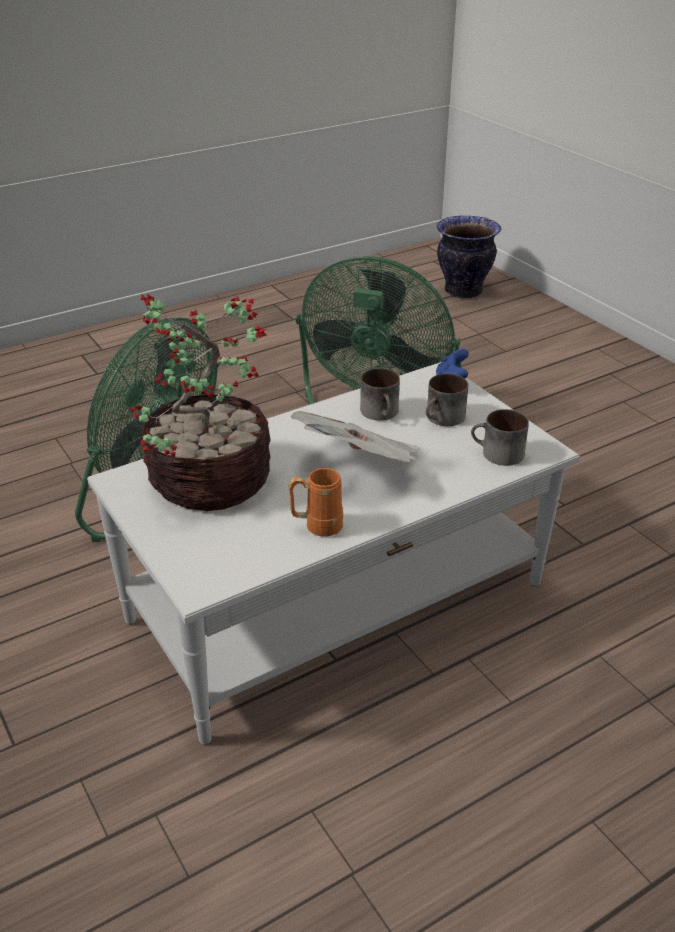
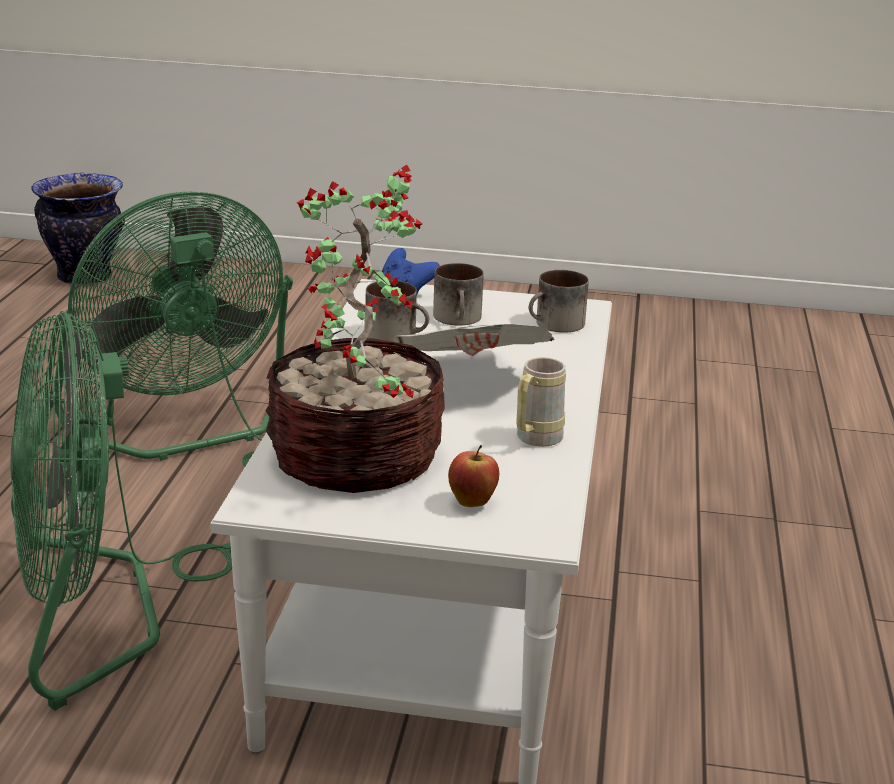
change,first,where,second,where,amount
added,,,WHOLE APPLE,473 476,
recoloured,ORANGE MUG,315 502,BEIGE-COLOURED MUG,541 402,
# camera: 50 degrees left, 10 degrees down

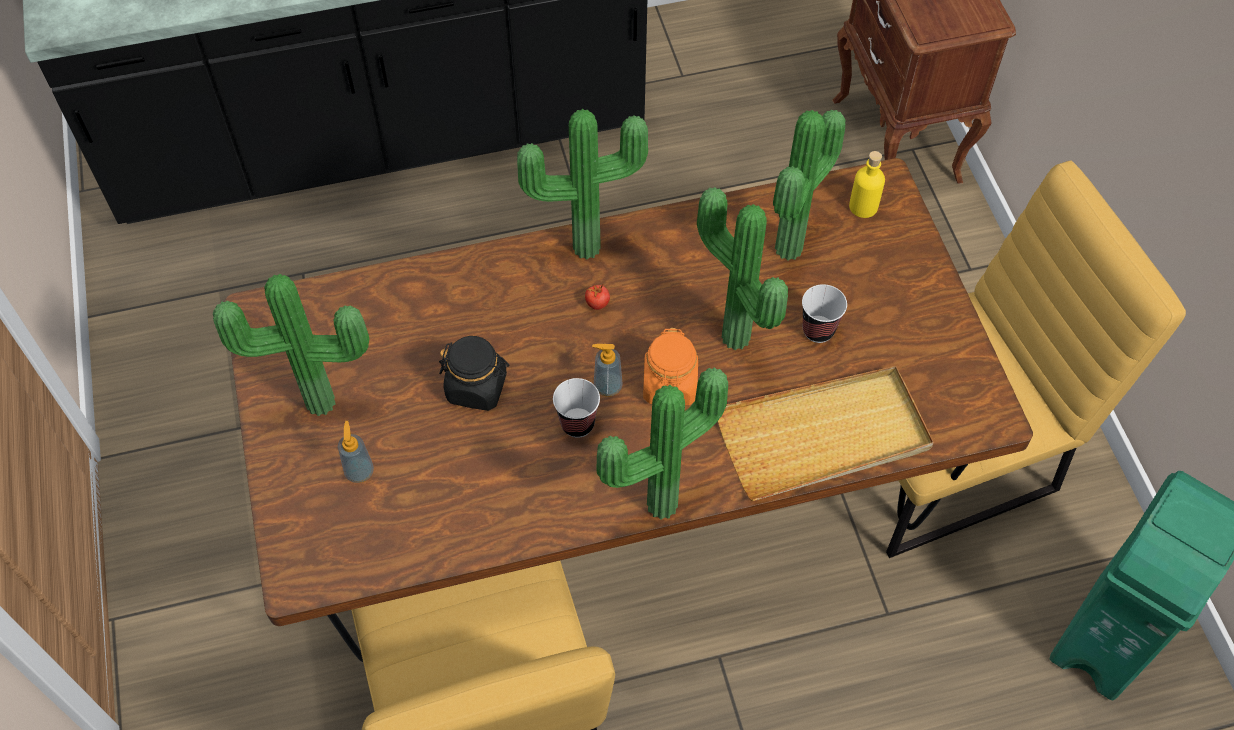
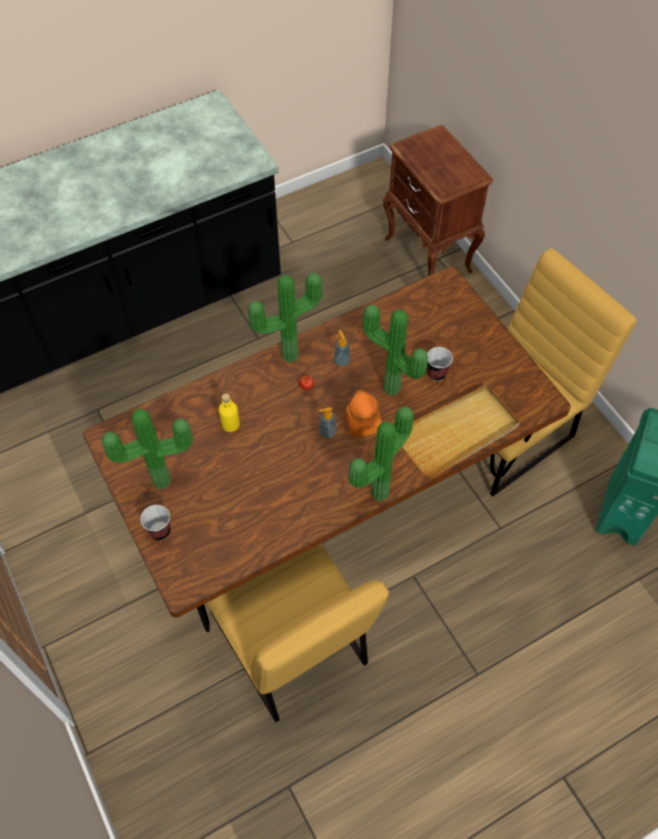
change,first,where,second,where,amount
moved,SMALL CUP,576 408,,156 522,
moved,YELLOWISH BEVERAGE BOTTLE,867 184,,229 412,
moved,LIQUID SOAP BOTTLE,356 452,,342 348,
removed,BLACK STORAGE JAR,474 373,,,
removed,PLANT IN A POT,809 185,,,
# camera: 15 degrees left, 0 degrees up

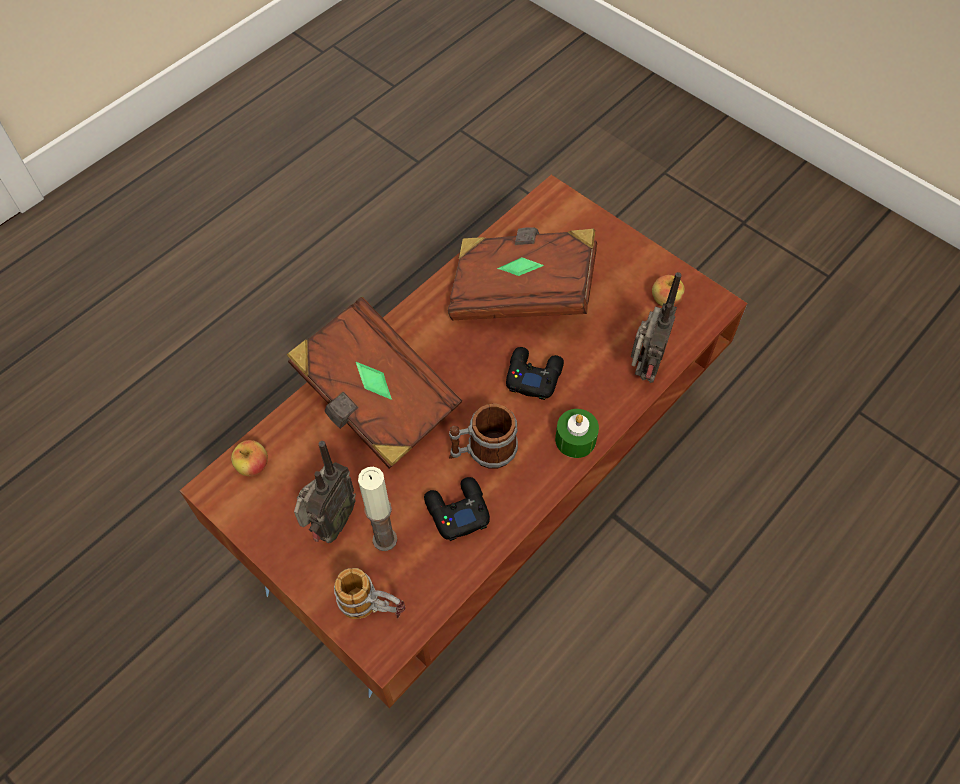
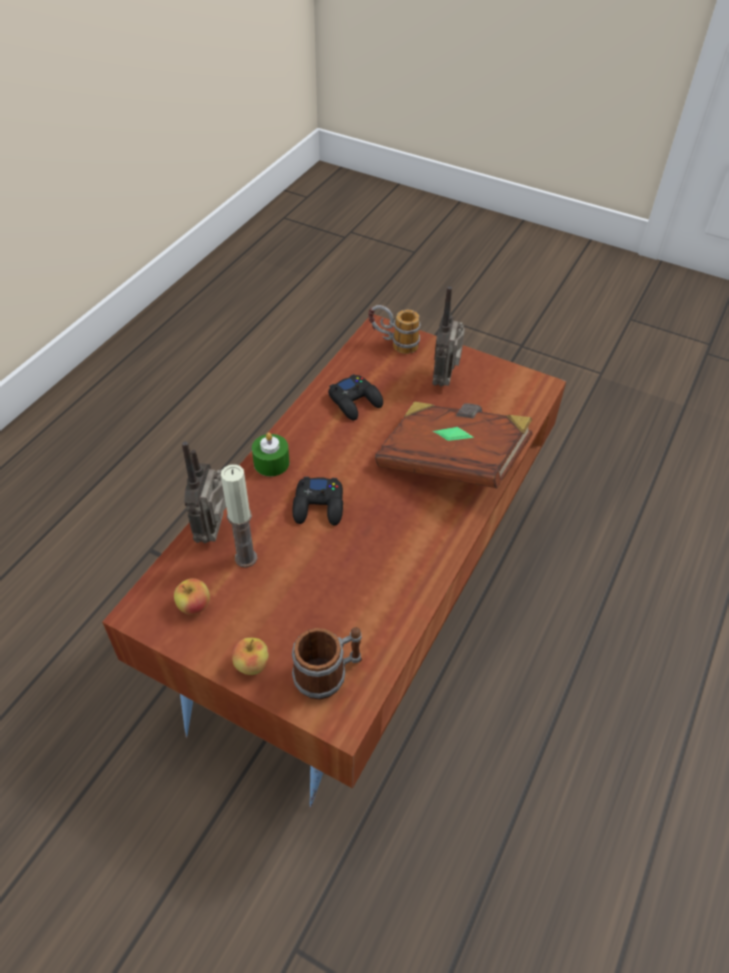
change,first,where,second,where,amount
moved,WAX LIGHT,377 509,,239 515,
moved,WHOLE APPLE,249 458,,250 656,
moved,MUG,483 436,,327 663,
removed,BROWNISH BOOK,522 273,,,
# camera: 165 degrees right, 10 degrees down

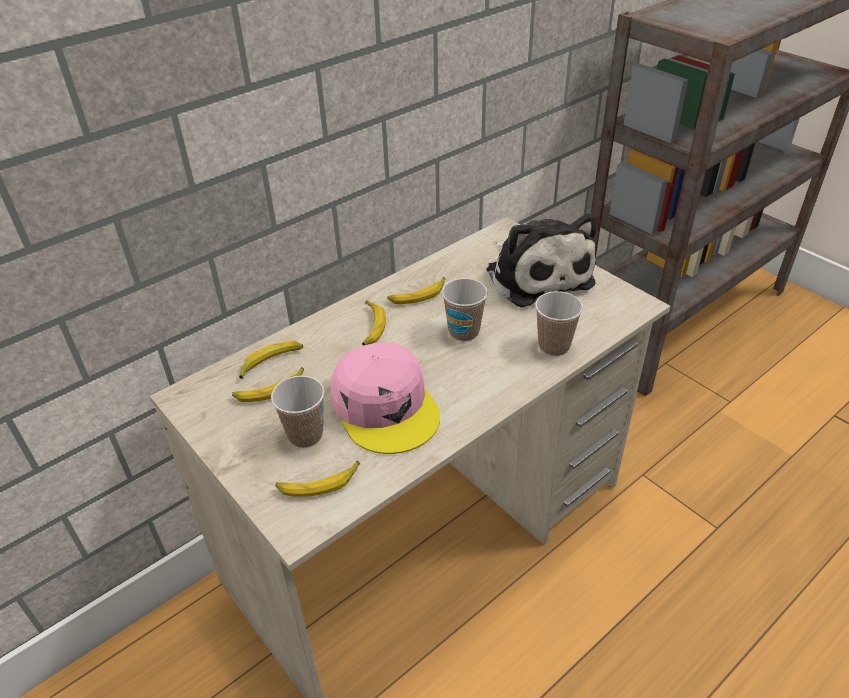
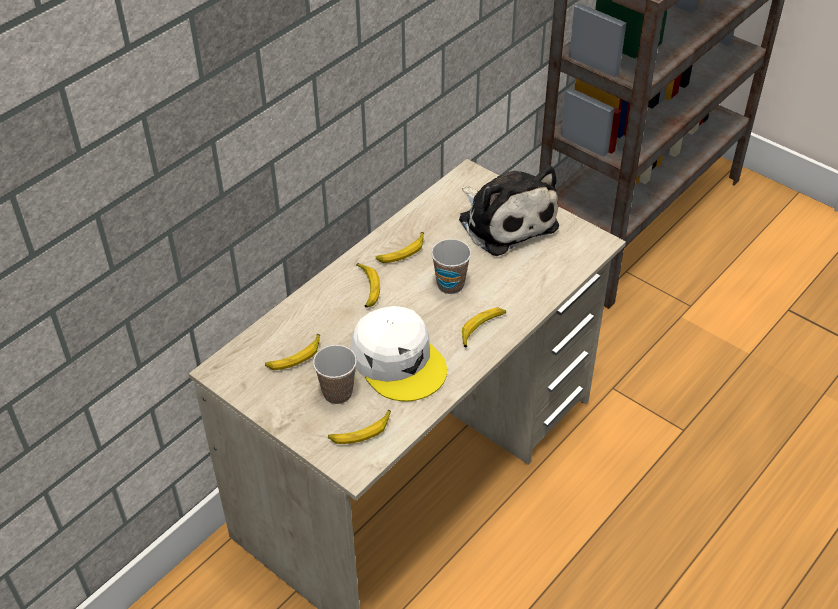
change,first,where,second,where,amount
recoloured,PINKISH PEAKED CAP,385 398,WHITE-COLOURED PEAKED CAP,398 354,
moved,WHOLE BANANA,271 360,,484 327,
removed,SMALL CUP,559 323,,,
# camera: 10 degrees left, 5 degrees up

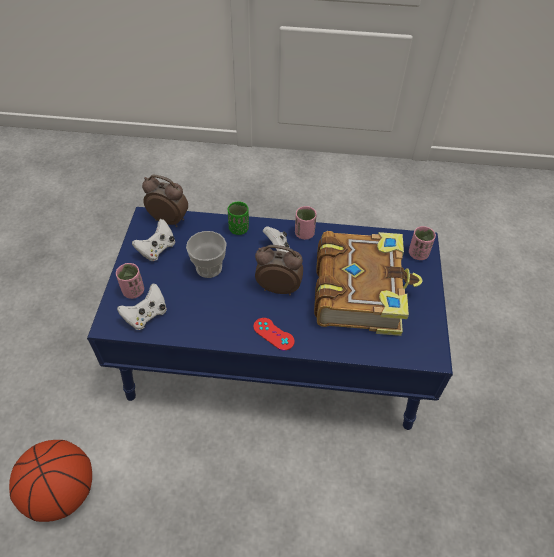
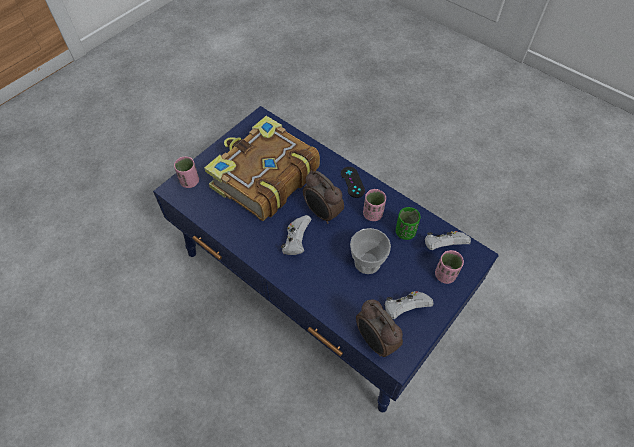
change,first,where,second,where,amount
recoloured,REDDISH GAMEPAD,274 334,BLACK GAMEPAD,353 182,
moved,PINKISH SMALL CUP,306 223,,374 205,
moved,GREEN-COLOURED SMALL CUP,238 218,,408 223,
removed,BASKETBALL,50 481,,,
# camera: 145 degrees left, 5 degrees up

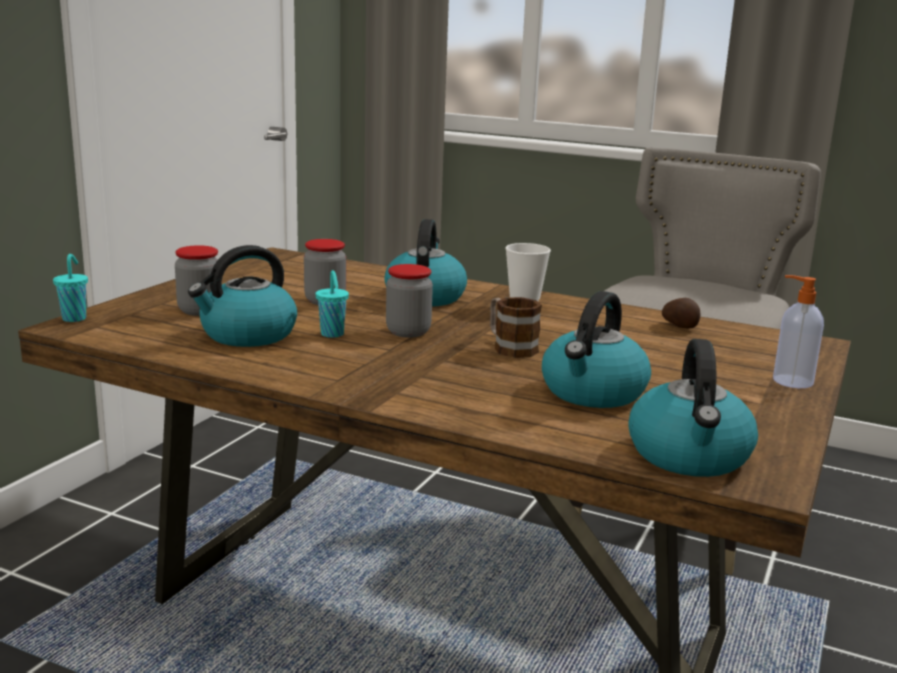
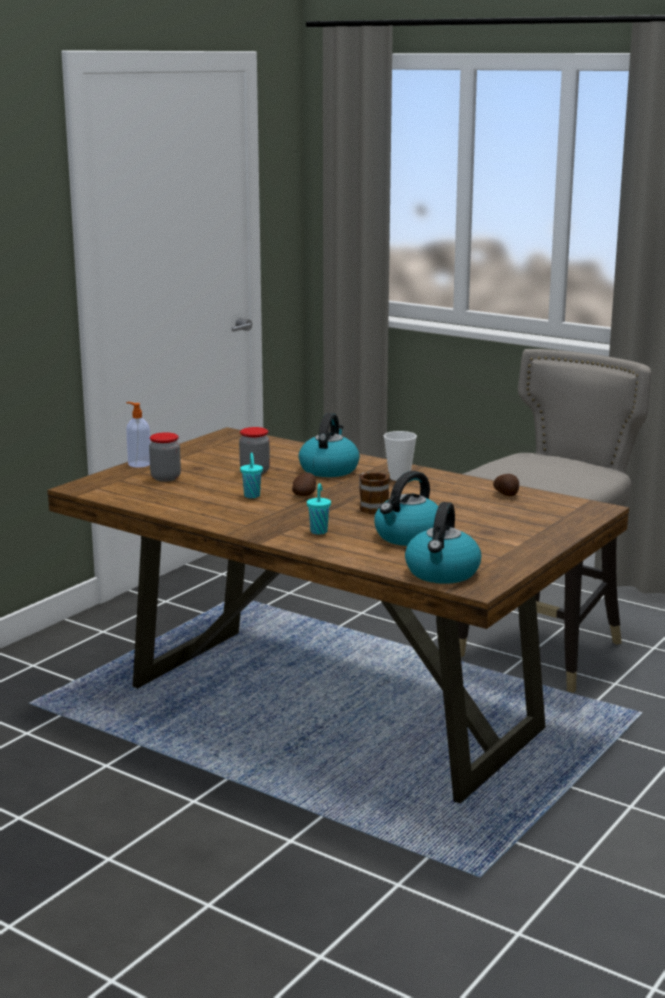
change,first,where,second,where,amount
moved,LIQUID SOAP BOTTLE,798 331,,138 435,
replaced,STORAGE JAR,409 301,POTATO,304 484,
moved,BLUE-GREEN SMALL CUP,70 288,,319 509,
removed,WATER KETTLE,242 296,,,
# camera: 10 degrees right, 0 degrees up

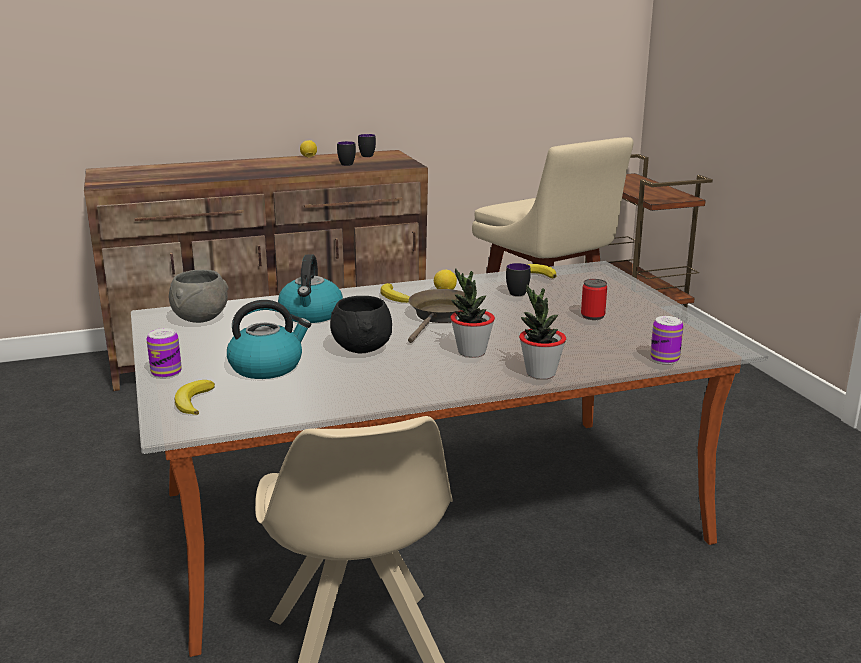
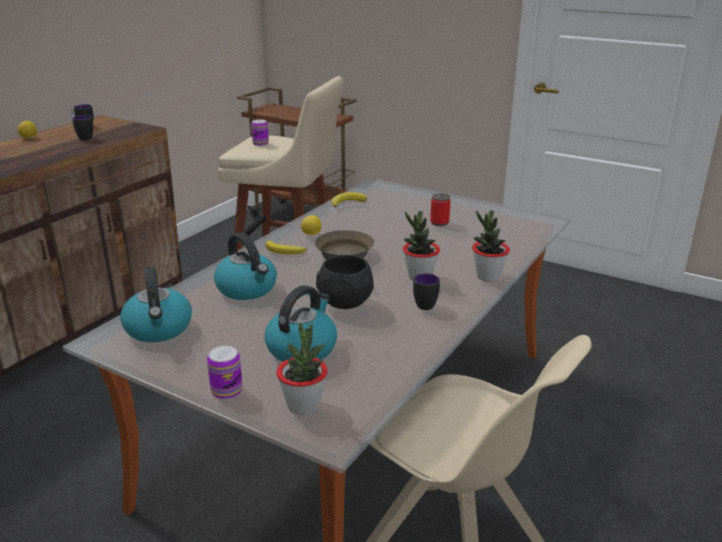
change,first,where,second,where,amount
replaced,GREYISH BOWL,199 296,WATER KETTLE,156 304,
moved,SEALED CAN,666 340,,260 132,
replaced,WHOLE BANANA,195 397,PLANT IN A POT,302 369,
moved,MUG,518 279,,426 291,
# camera: 40 degrees left, 5 degrees up

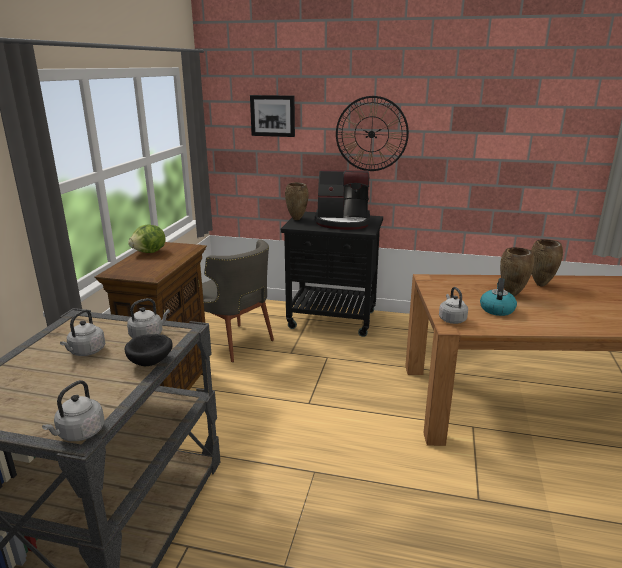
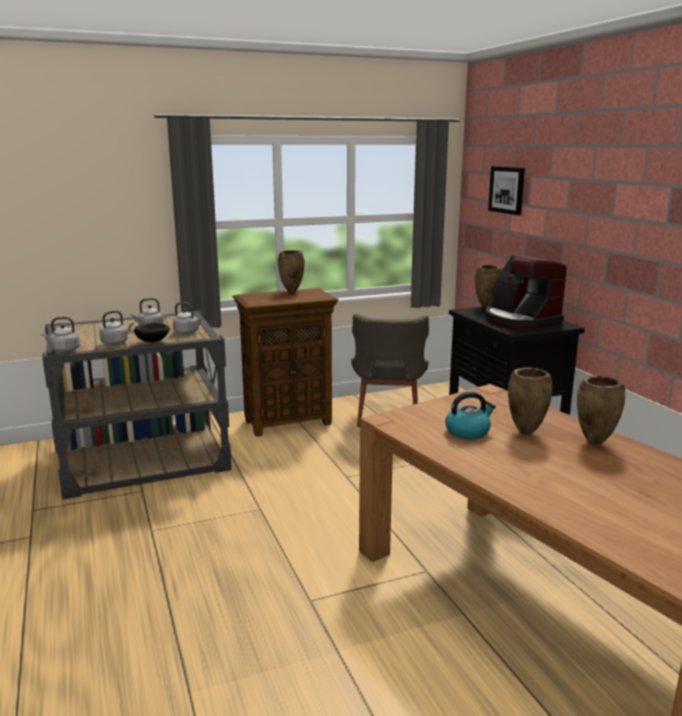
change,first,where,second,where,amount
moved,GREYISH WATER KETTLE,453 305,,116 328,
replaced,LETTUCE HEAD,147 239,BROWNISH DECORATIVE VASE,291 271,
removed,CLOCK ON THE WALL,372 133,,,
# camera: 55 degrees right, 5 degrees down

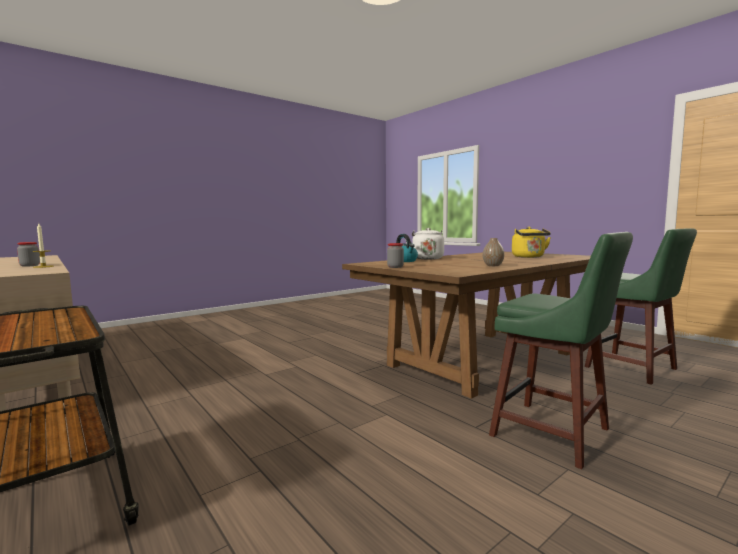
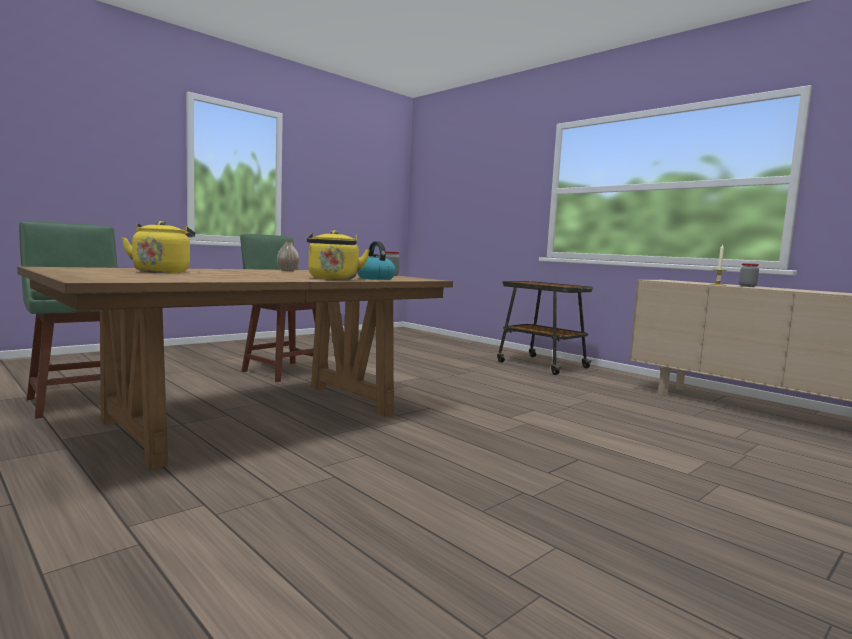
change,first,where,second,where,amount
recoloured,WHITE-COLOURED WATER KETTLE,424 243,YELLOWISH WATER KETTLE,338 255,
# camera: 175 degrees right, 0 degrees up

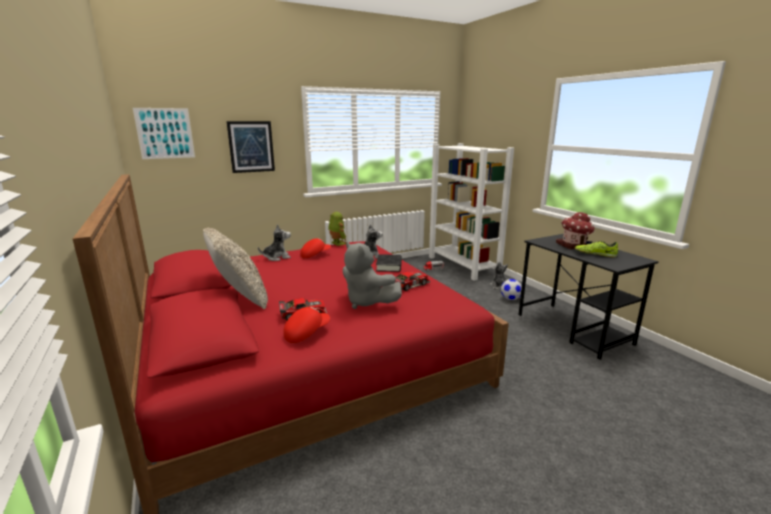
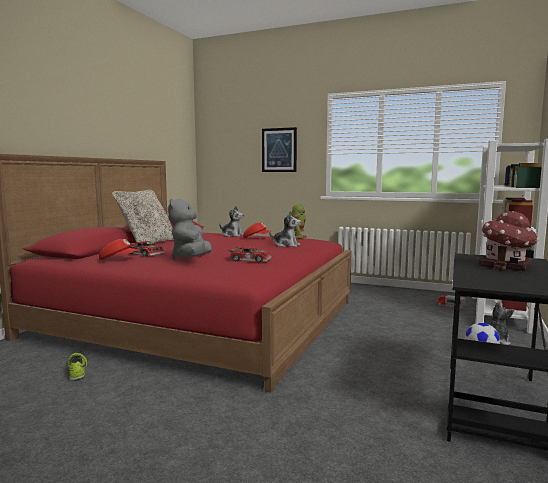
change,first,where,second,where,amount
moved,SHOE,596 249,,77 367,
removed,PICTURE,164 133,,,
removed,BLACK BOOK,389 263,,,
# camera: 50 degrees right, 10 degrees down

